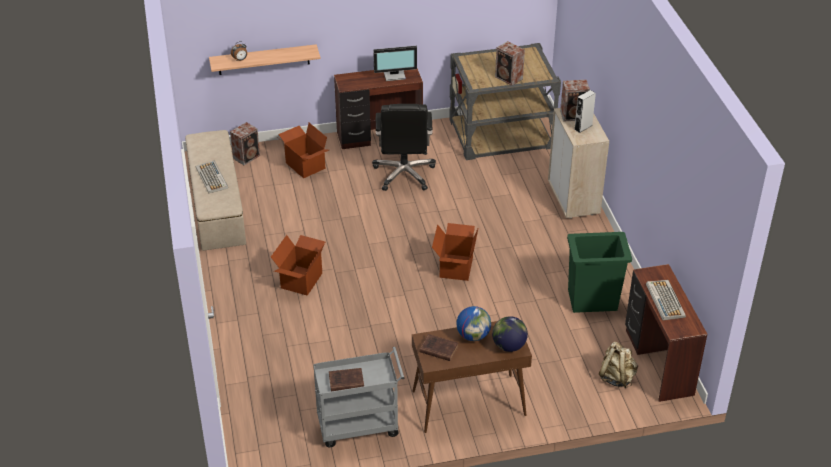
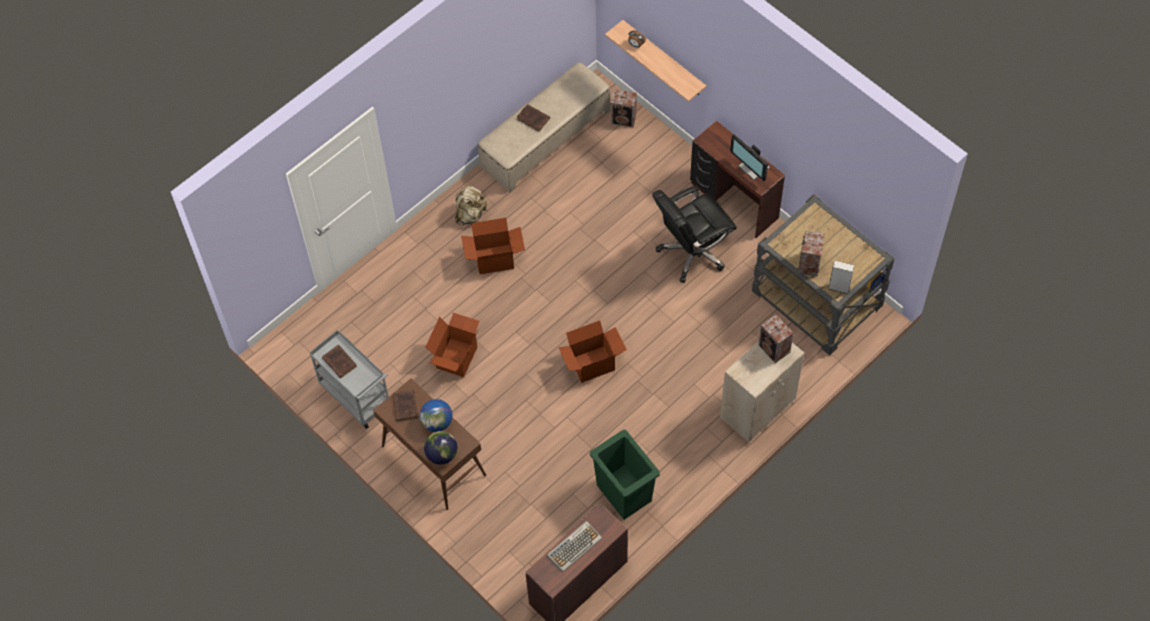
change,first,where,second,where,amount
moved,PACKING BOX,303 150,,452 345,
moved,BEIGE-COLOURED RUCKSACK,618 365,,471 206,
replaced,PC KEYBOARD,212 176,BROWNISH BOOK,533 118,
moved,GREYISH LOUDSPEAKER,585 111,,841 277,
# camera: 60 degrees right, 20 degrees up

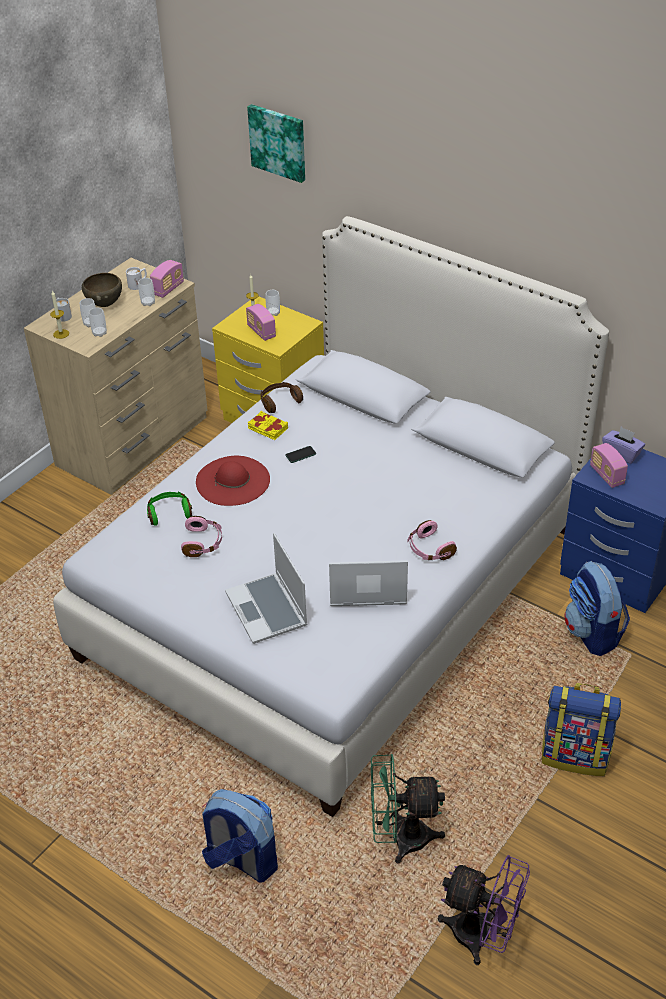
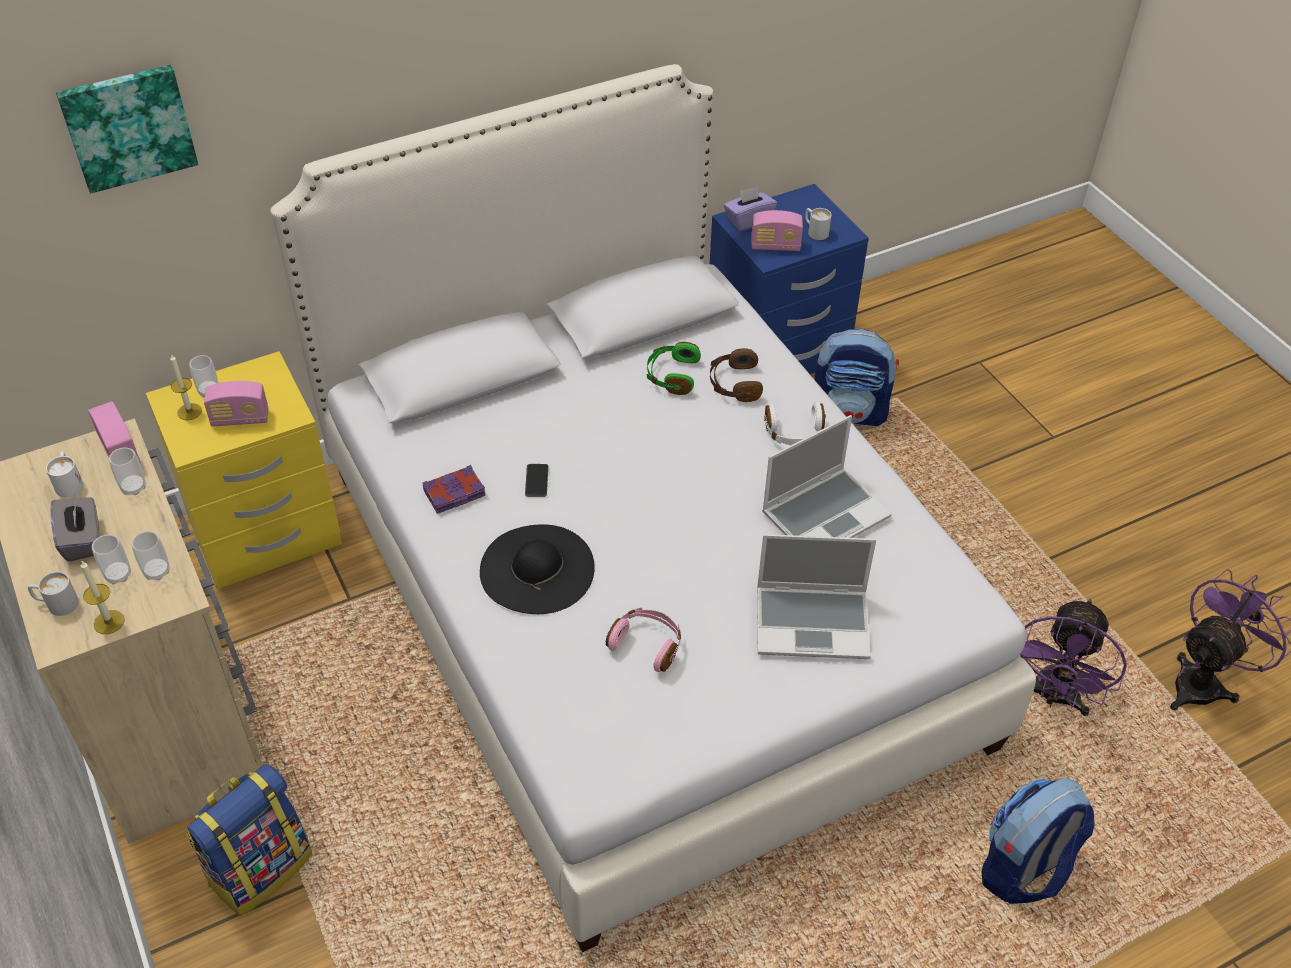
change,first,where,second,where,amount
replaced,BROWNISH BOWL,102 290,GREYISH TISSUE BOX,75 529,
moved,RUCKSACK,581 729,,249 840,
recoloured,YELLOWISH BOOK,268 425,PURPLE-COLOURED BOOK,454 489,
recoloured,REDDISH WEARABLE HAT,233 481,BLACK WEARABLE HAT,537 569,
moved,GREEN-COLOURED HEADPHONES,169 508,,674 368,
moved,BROWNISH HEADPHONES,282 397,,736 375,
turned,LAPTOP,368 583,,826 476,150 degrees counterclockwise
recoloured,PINKISH HEADPHONES,432 540,WHITE-COLOURED HEADPHONES,795 423,
added,,,WHITE-COLOURED MUG,818 224,
recoloured,GREEN-COLOURED ELECTRIC FAN,408 809,PURPLE-COLOURED ELECTRIC FAN,1073 657,
# camera: 65 degrees left, 5 degrees up

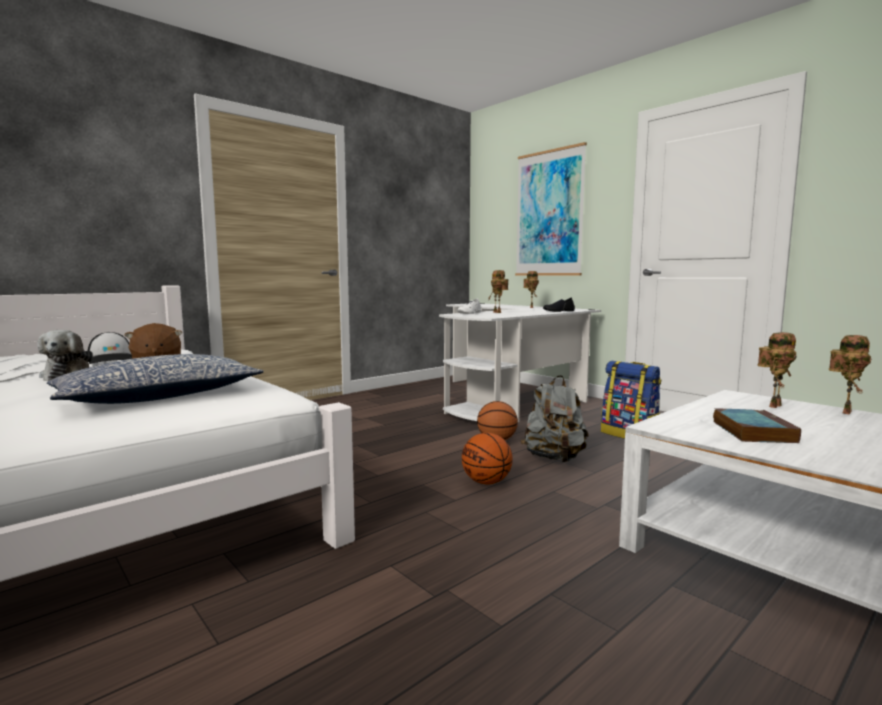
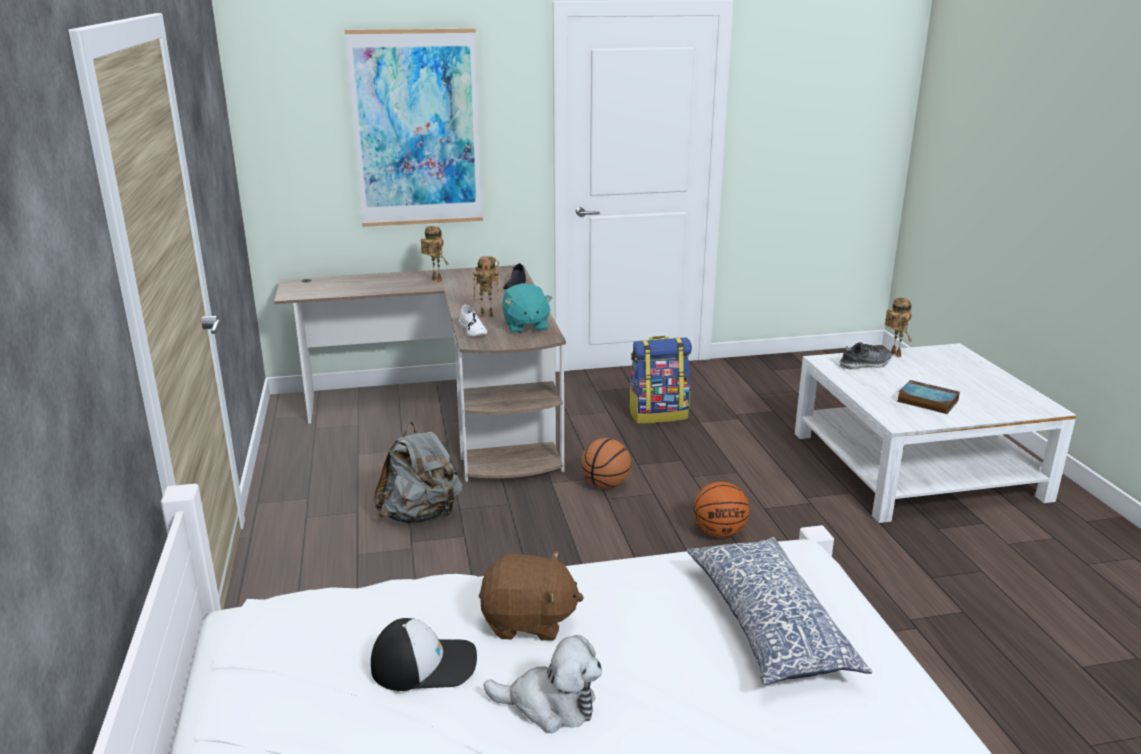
change,first,where,second,where,amount
recoloured,WHITE-COLOURED DESK,520 362,BROWNISH DESK,420 373,
moved,GREYISH RUCKSACK,555 418,,417 473,
added,,,BLUE-GREEN SOFT TOY,527 308,
replaced,MODEL ROBOT,777 370,SHOE,865 356,
# camera: 60 degrees left, 15 degrees up

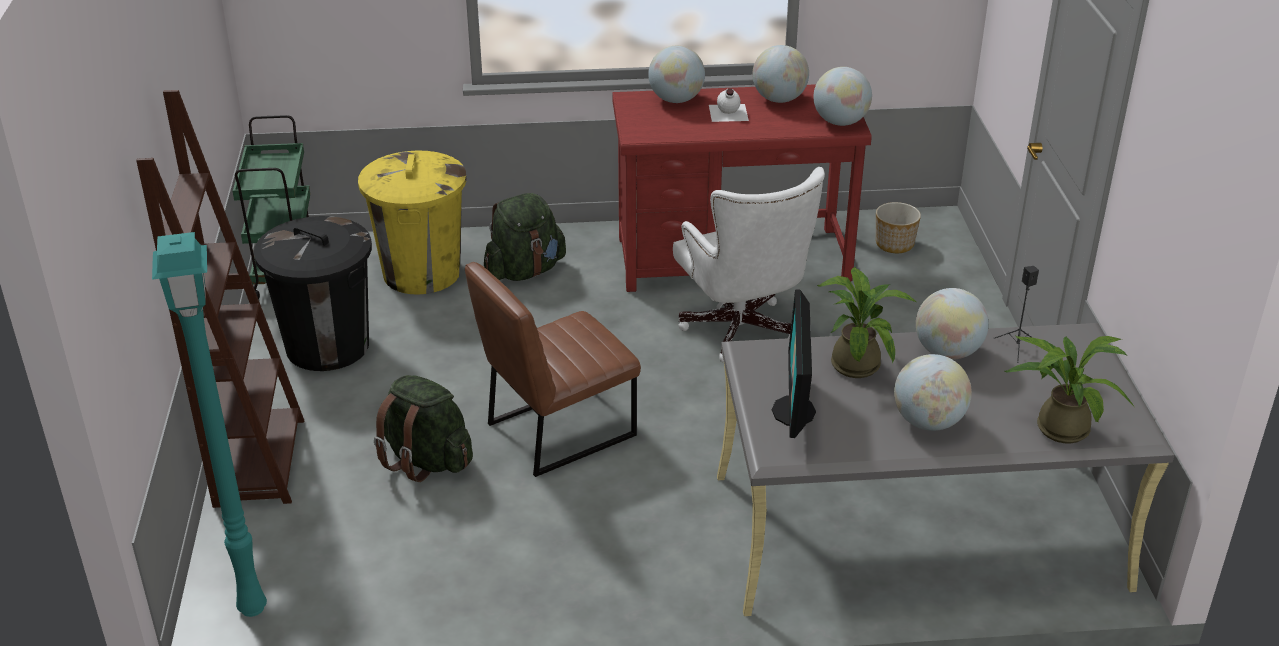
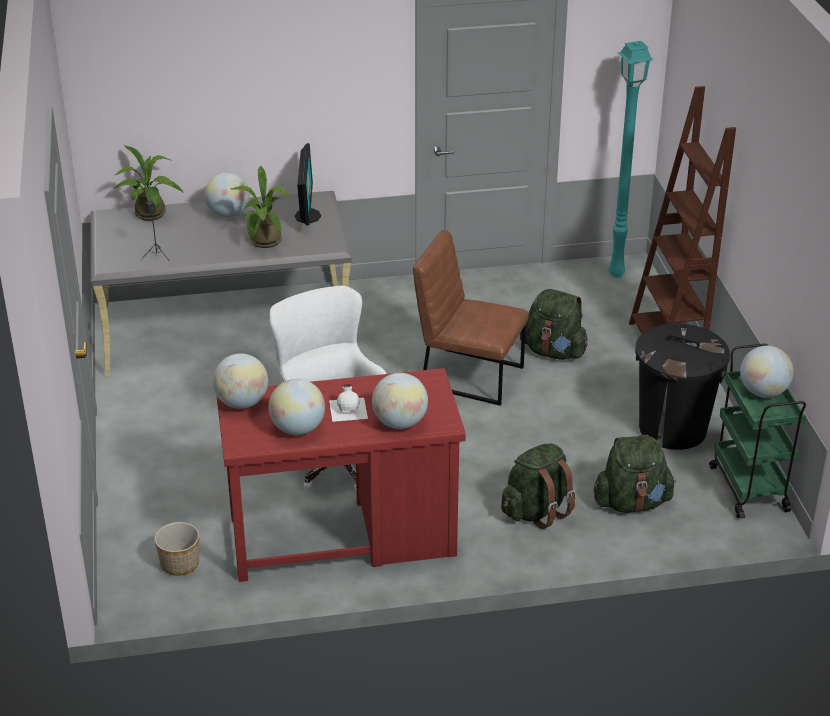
change,first,where,second,where,amount
turned,BROWNISH UPRIGHT CHAIR,553 369,,471 318,120 degrees counterclockwise
replaced,YELLOWISH RUBBISH BIN,412 222,GREEN-COLOURED RUCKSACK,635 474,
moved,GLOBE,952 324,,767 372,
# camera: 175 degrees right, 0 degrees up

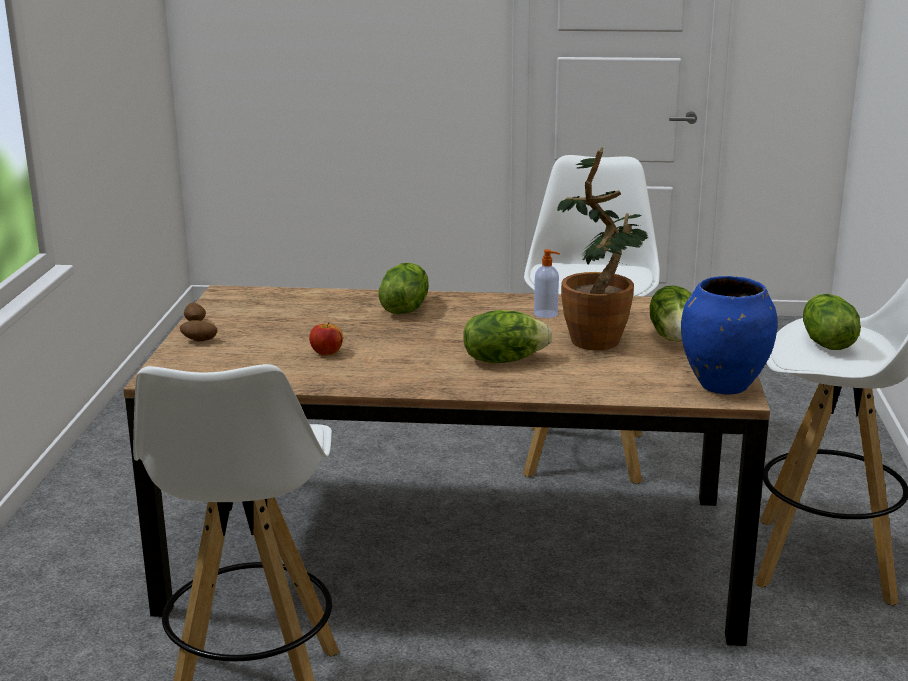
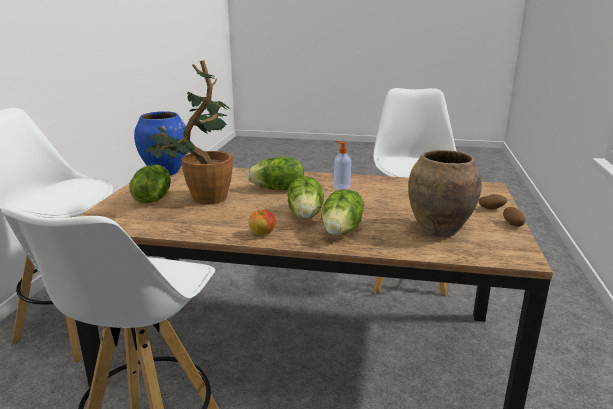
change,first,where,second,where,amount
moved,WHOLE APPLE,326 339,,261 223,
moved,LETTUCE HEAD,832 322,,306 197,
moved,LIQUID SOAP BOTTLE,547 283,,342 165,
added,,,BROWNISH DECORATIVE VASE,445 193,
# camera: 175 degrees left, 0 degrees up

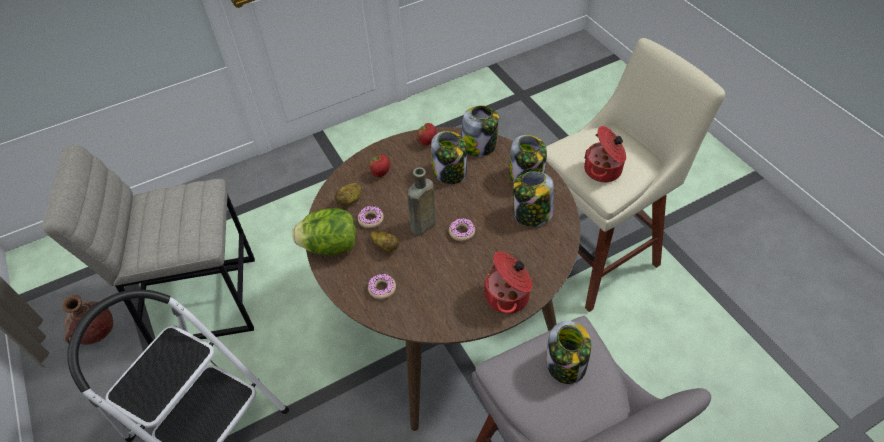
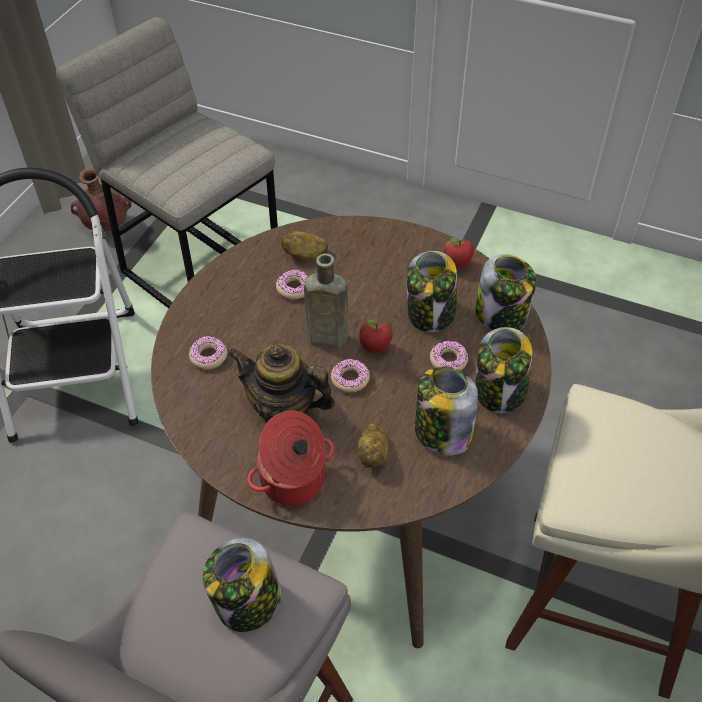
change,first,where,second,where,amount
added,,,TEAPOT,281 384,
moved,POTATO,384 242,,373 445,
moved,WHOLE APPLE,379 165,,376 336,
added,,,DONUT,449 356,
removed,LETTUCE HEAD,324 232,,,
removed,SAUCEPOT,605 154,,,
# camera: 50 degrees right, 0 degrees up

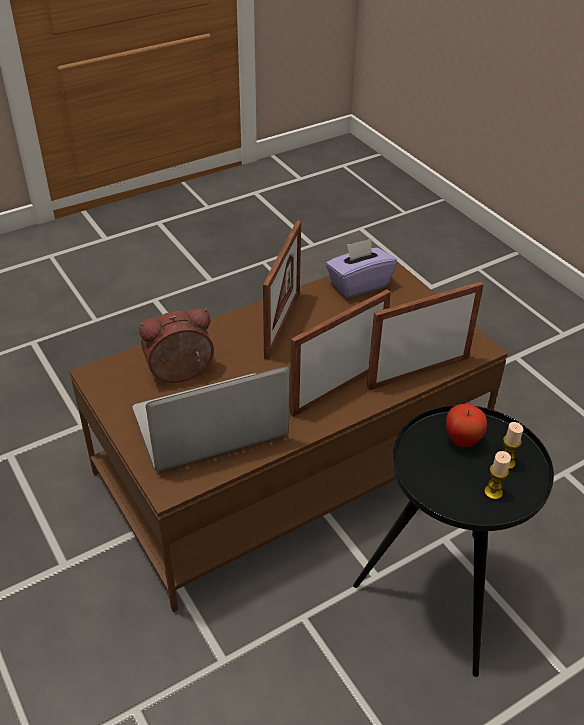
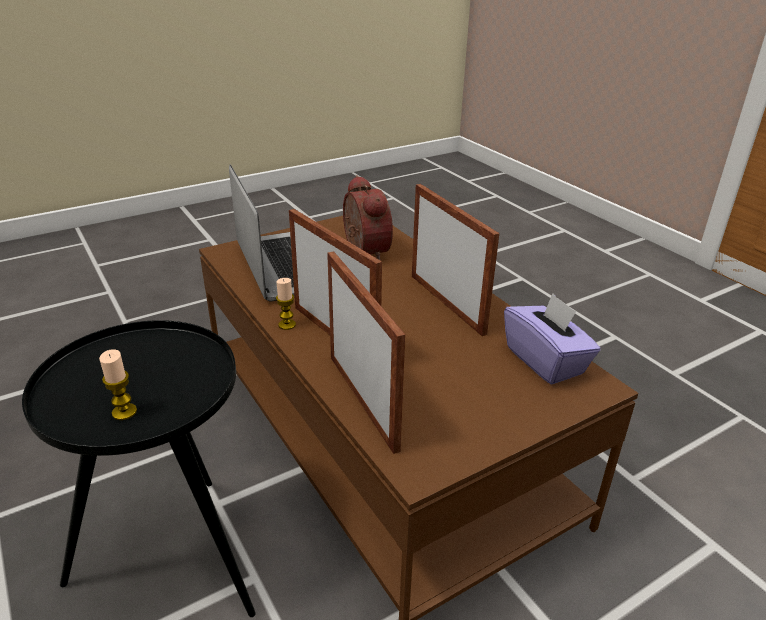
change,first,where,second,where,amount
moved,WAX LIGHT,497 475,,286 304,
turned,STANDING FRAME,282 290,,455 260,135 degrees counterclockwise
removed,WHOLE APPLE,466 425,,,
# camera: 90 degrees right, 10 degrees down

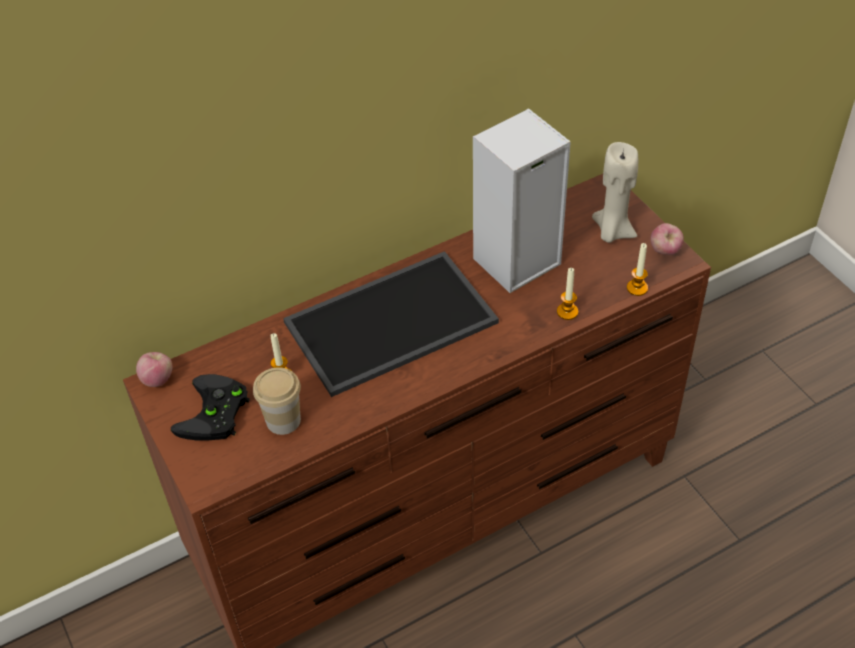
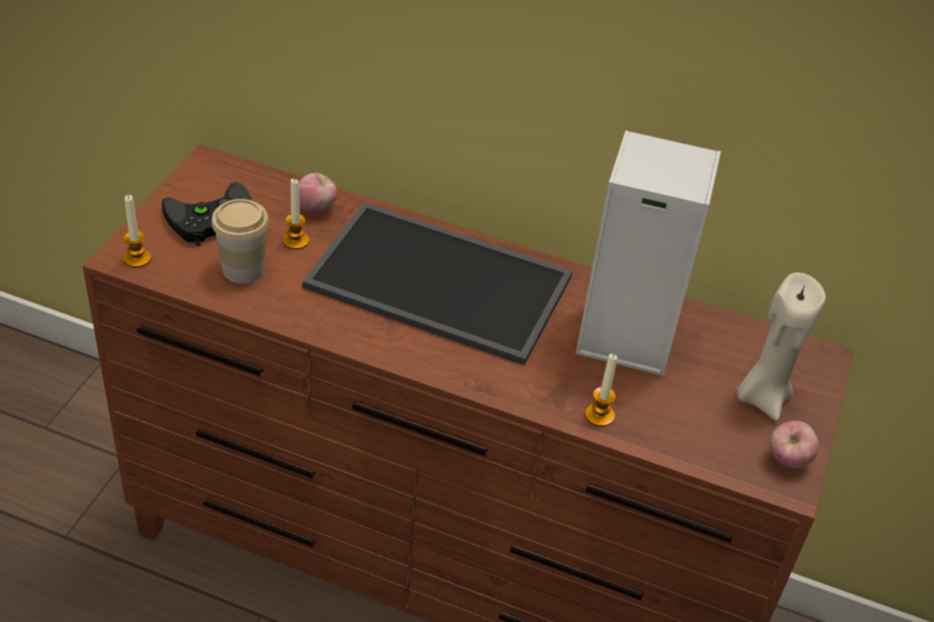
change,first,where,second,where,amount
moved,WAX LIGHT,637 269,,137 231,
moved,WHOLE APPLE,154 369,,318 193,
# camera: 45 degrees right, 5 degrees down

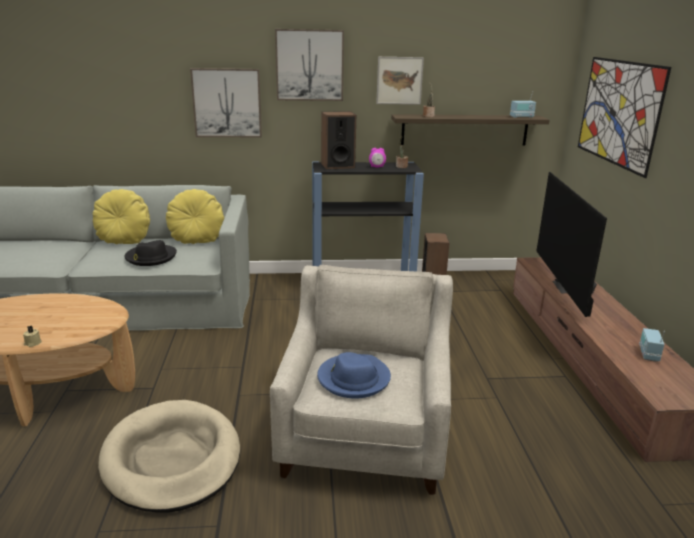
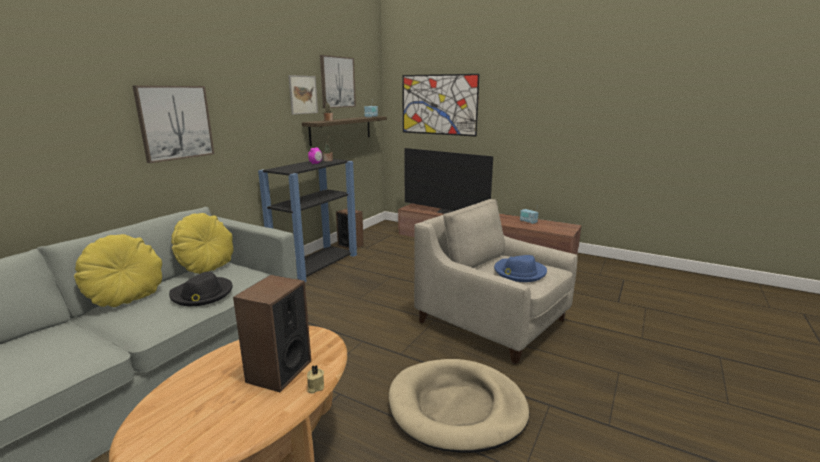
change,first,where,second,where,amount
moved,LOUDSPEAKER,338 140,,272 333,
moved,PICTURE,309 65,,338 81,
# camera: 55 degrees left, 5 degrees down

